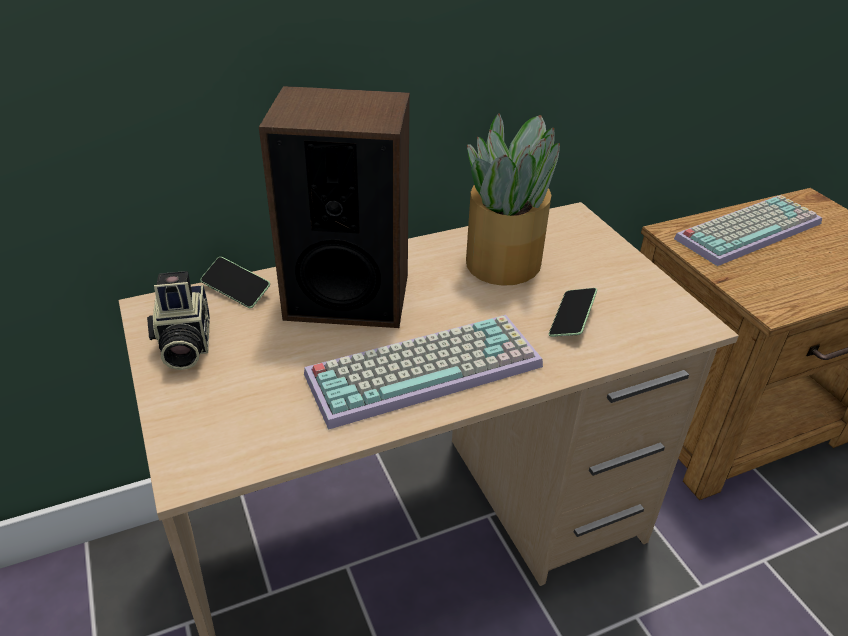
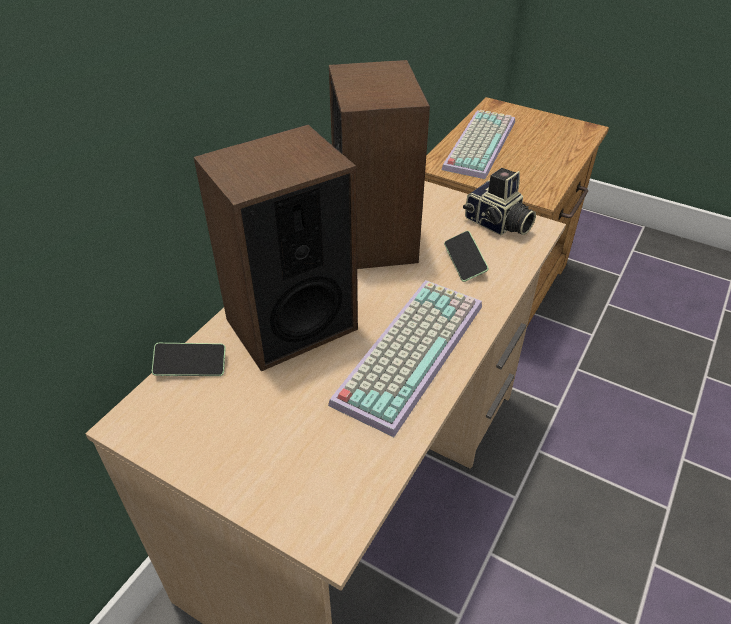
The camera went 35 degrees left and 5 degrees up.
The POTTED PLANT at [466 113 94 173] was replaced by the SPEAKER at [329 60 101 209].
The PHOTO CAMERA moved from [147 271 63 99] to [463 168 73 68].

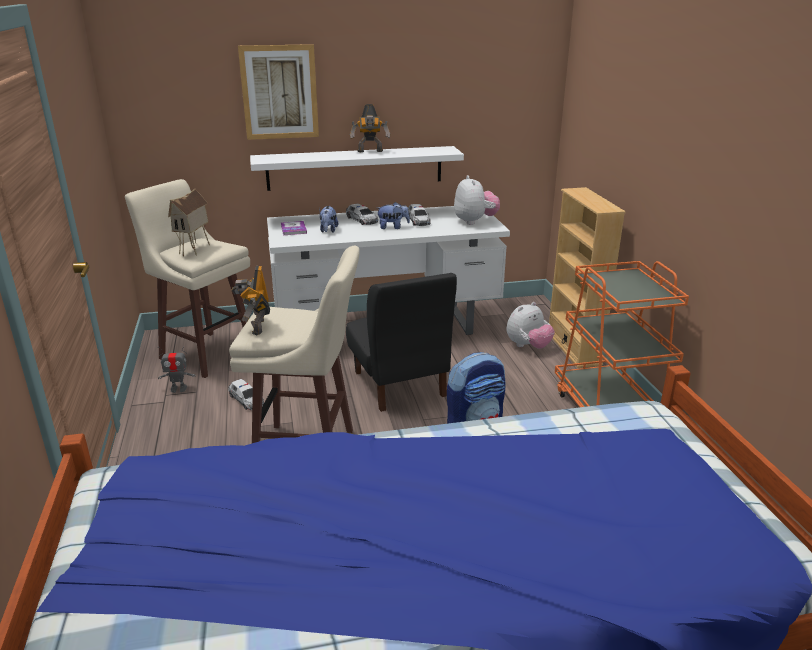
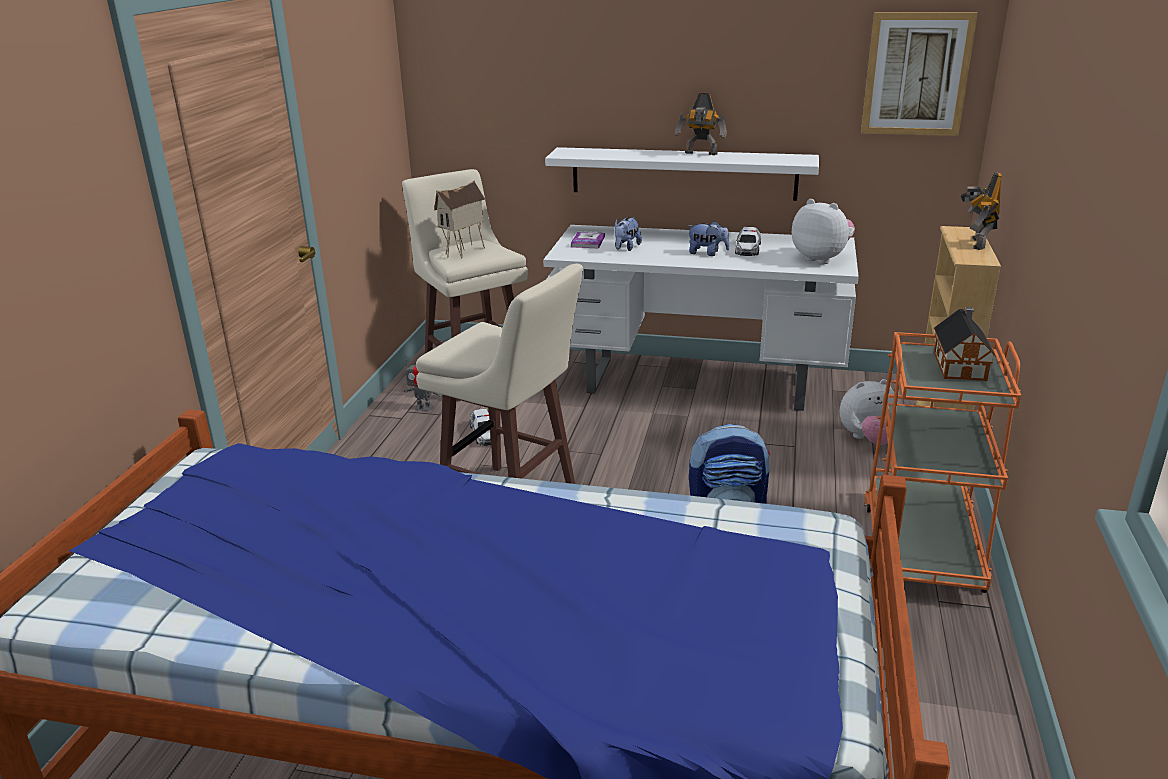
The camera went 25 degrees right and 0 degrees up.
The PLUSH TOY at [454 175 46 50] turned 60 degrees counterclockwise.
The PICTURE moved from [238 44 81 96] to [861 12 117 124].
The TOY HOUSE at [934 307 62 74] appeared.
The TOY ROBOT moved from [232 266 38 69] to [961 172 41 78].
The TOY CAR at [346 204 32 21] disappeared.
The BLACK CHAIR at [346 273 111 139] disappeared.

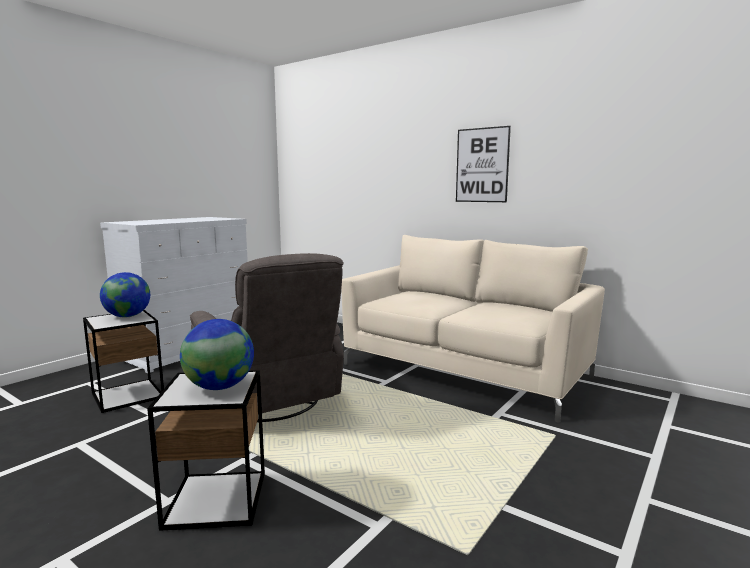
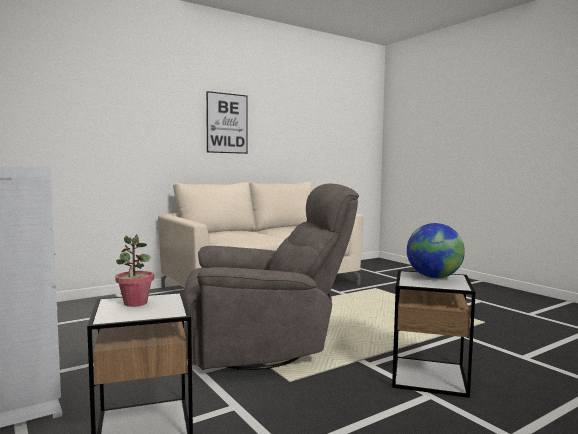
The camera went 70 degrees left and 5 degrees down.
The GLOBE at [100 272 50 46] was replaced by the POTTED PLANT at [115 234 39 73].

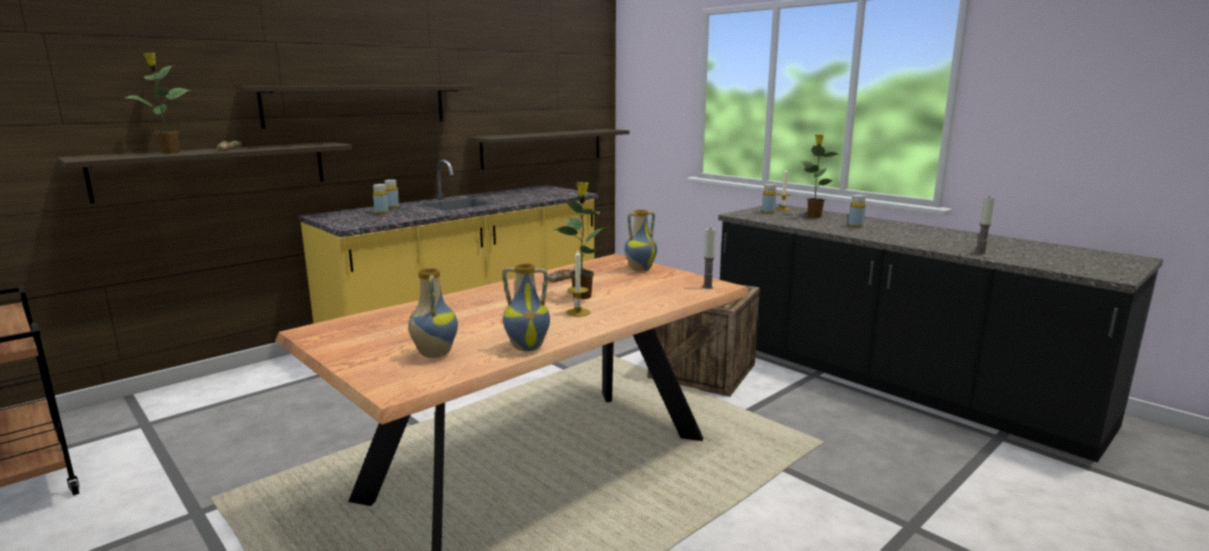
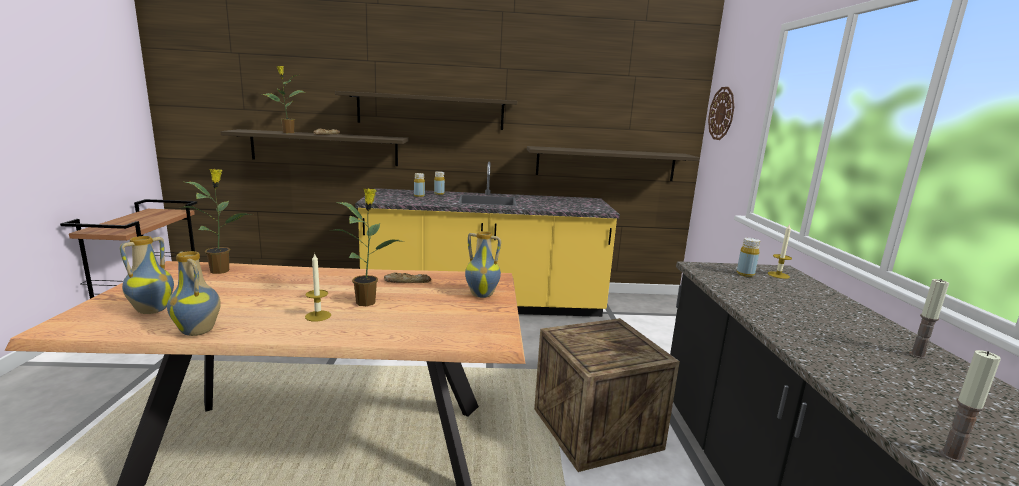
The camera went 40 degrees right and 0 degrees up.
The POTTED PLANT moved from [801 134 38 84] to [179 169 74 105].
The WALL CLOCK at [708 87 26 53] appeared.
The CANDLE moved from [703 228 12 61] to [909 279 40 80].
The YELLOW BOTTLE at [848 195 18 33] disappeared.

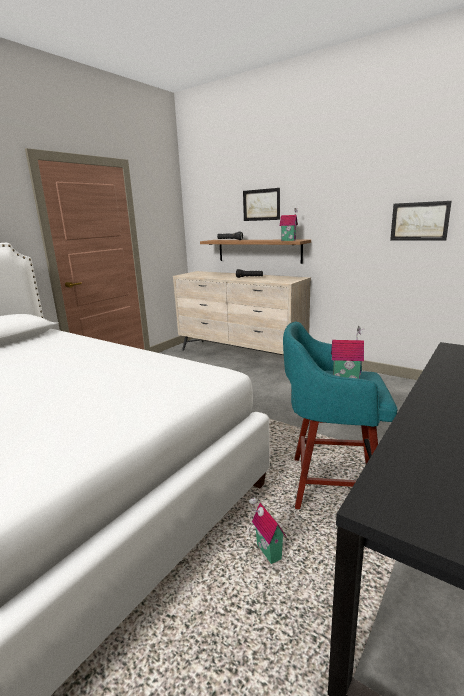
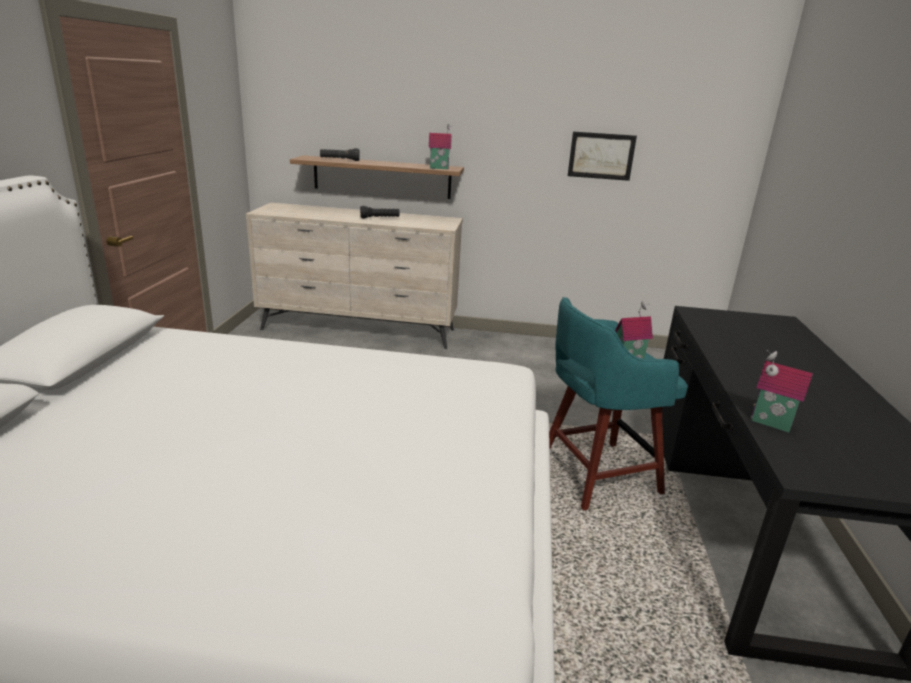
The camera went 30 degrees left and 5 degrees up.
The TOY HOUSE moved from [249 495 37 69] to [751 350 62 82].
The PICTURE at [243 188 37 33] disappeared.

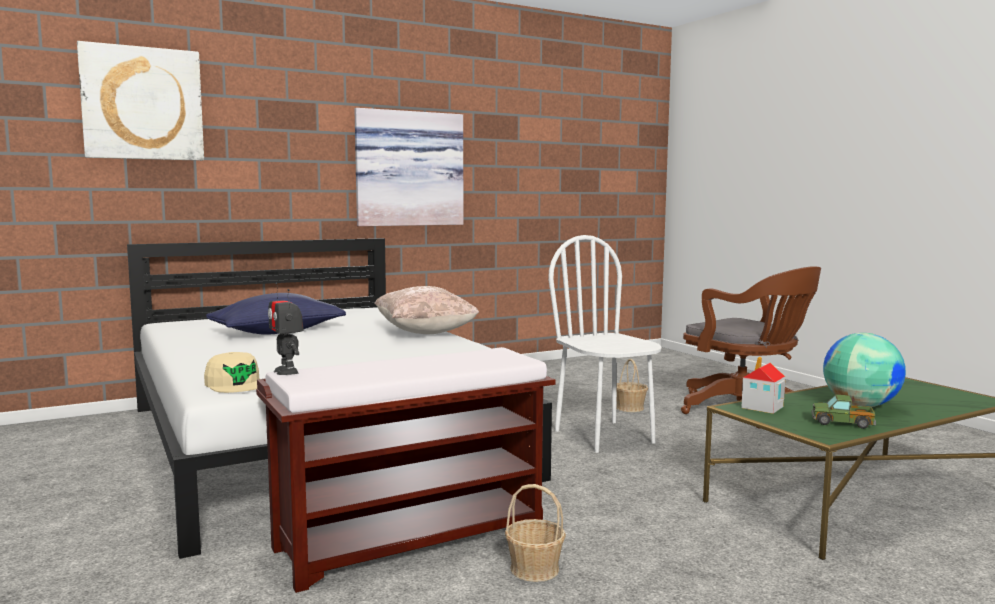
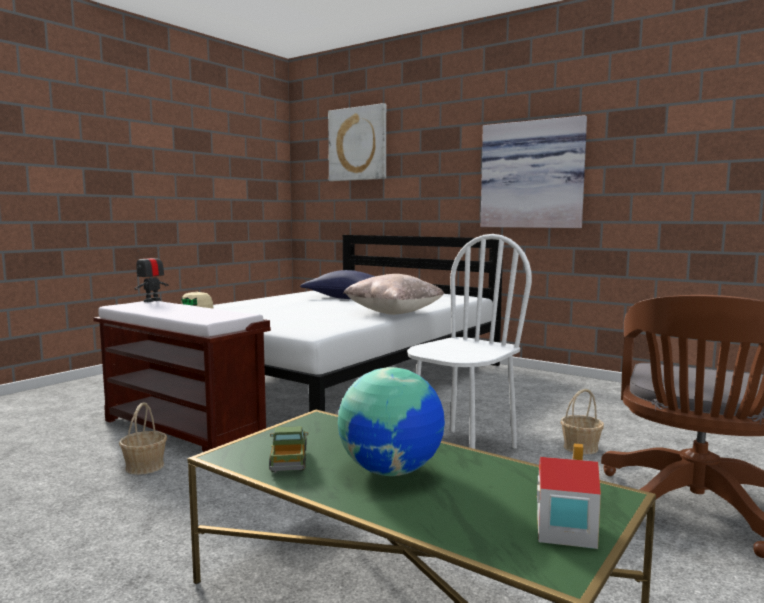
The camera went 65 degrees right and 0 degrees up.
The TOY HOUSE moved from [741 357 44 57] to [537 444 64 105].

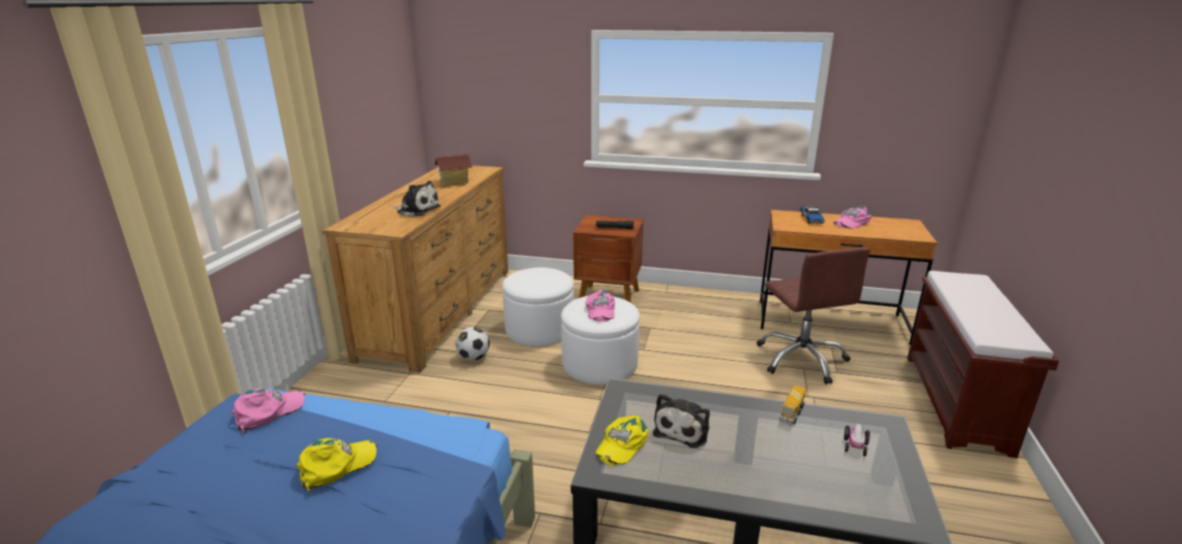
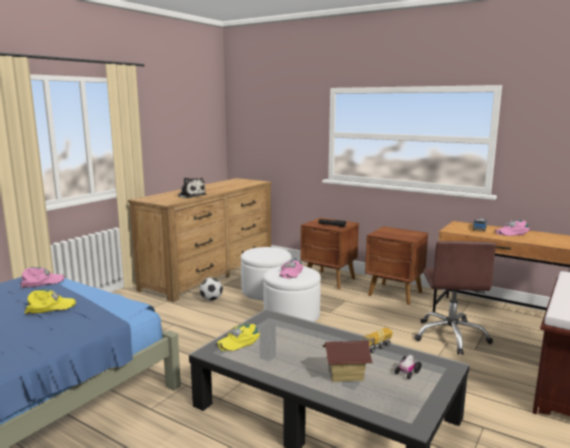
The camera went 20 degrees right and 10 degrees down.
The TOY HOUSE moved from [434 154 38 32] to [322 341 51 41].
The BROWN NIGHTSTAND at [365 226 63 79] appeared.
The PLUSH TOY at [653 394 57 54] disappeared.

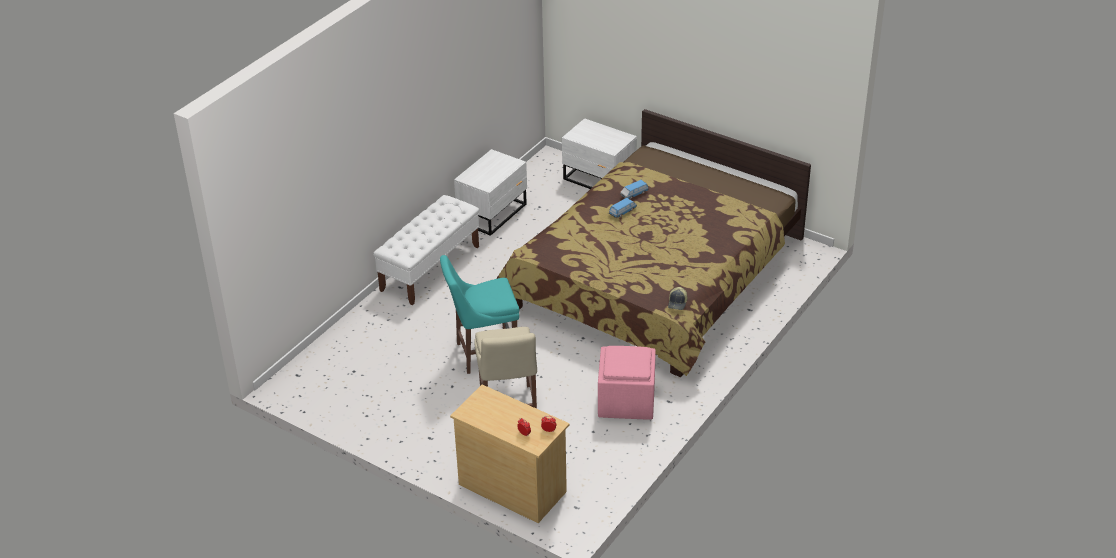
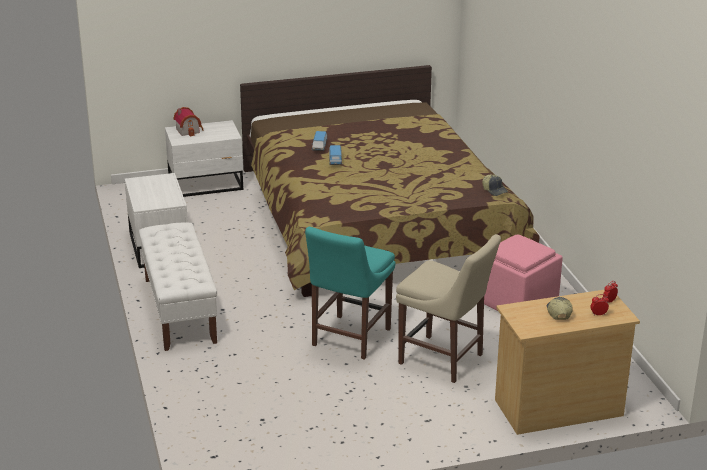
The camera went 50 degrees left and 10 degrees down.
The TOY HOUSE at [173 107 31 30] appeared.
The CAP at [547 297 26 23] appeared.

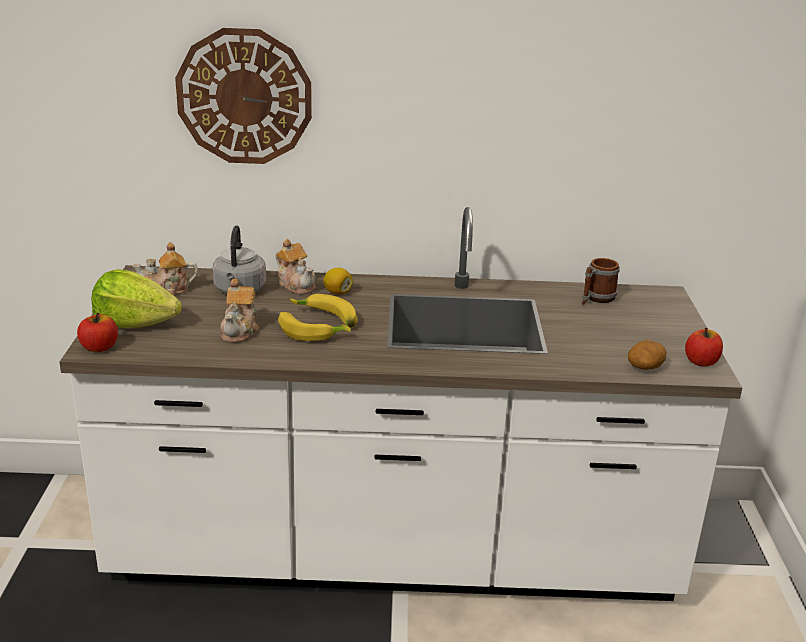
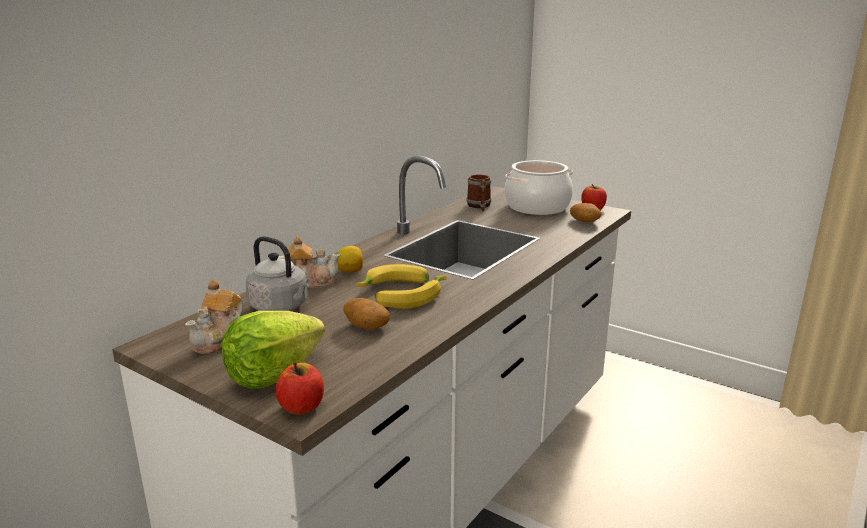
The camera went 55 degrees left and 5 degrees down.
The TEAPOT at [220 279 39 64] was replaced by the POTATO at [344 298 46 32].
The COOKING POT at [505 160 68 55] appeared.
The WALL CLOCK at [175 28 137 136] disappeared.

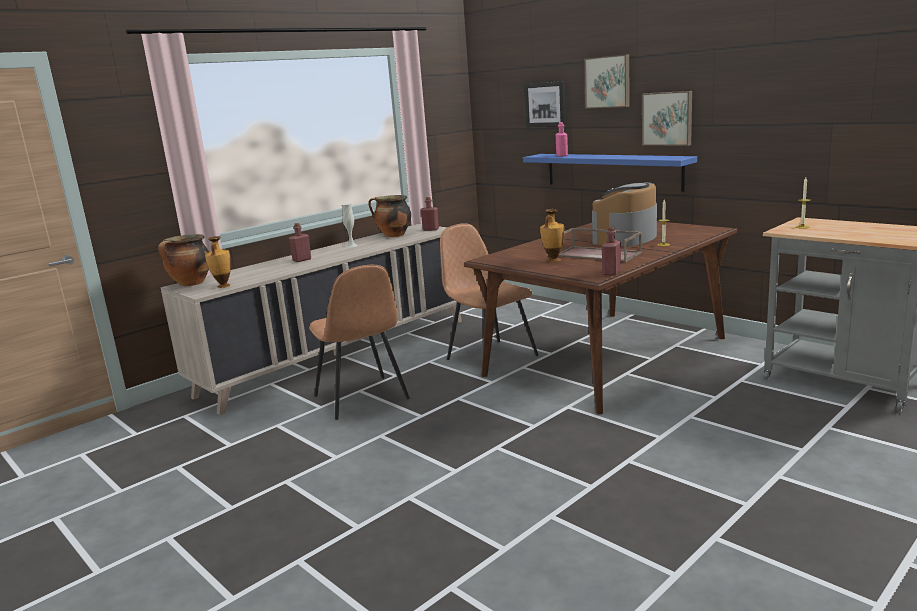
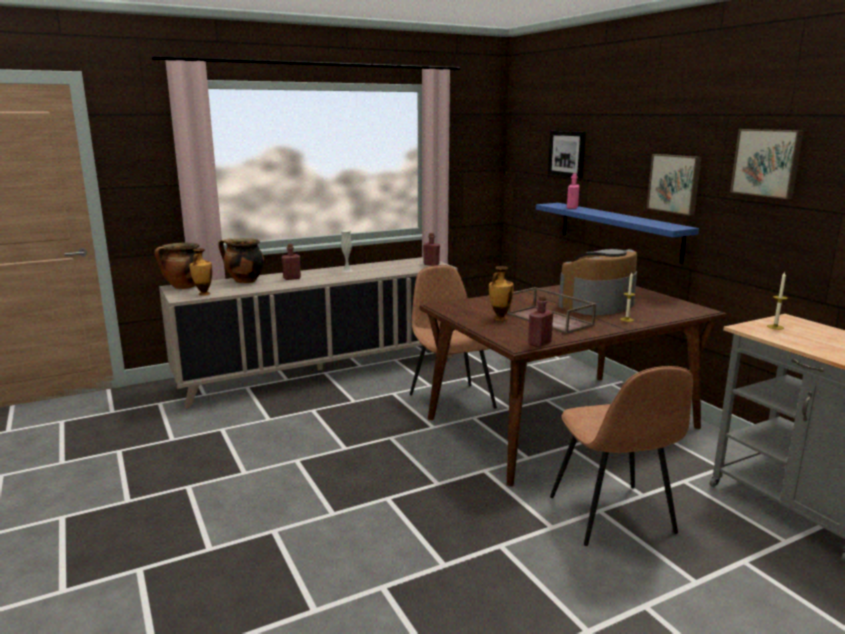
The camera went 15 degrees right and 0 degrees up.
The COOKING POT moved from [368 195 43 42] to [218 238 46 45].
The BROWN CHAIR moved from [309 265 101 155] to [550 366 143 180].
The PICTURE moved from [584 54 46 55] to [730 129 74 70].

